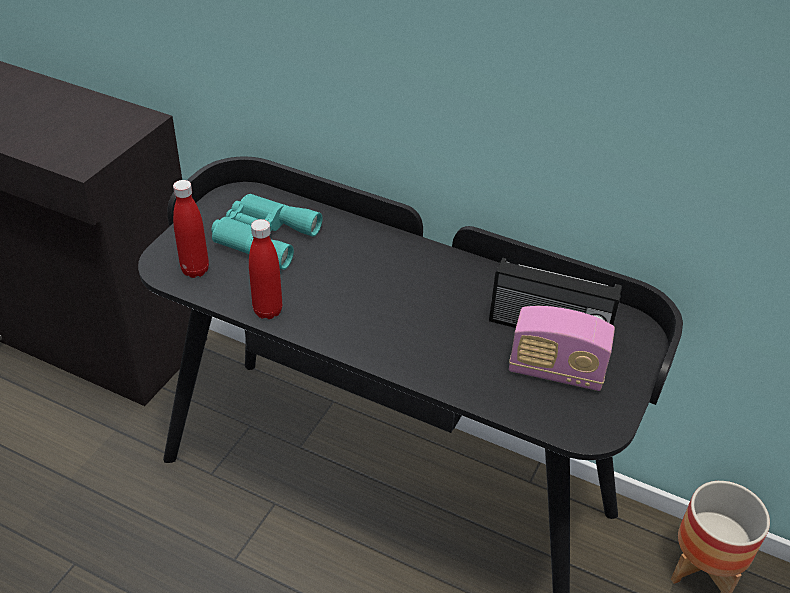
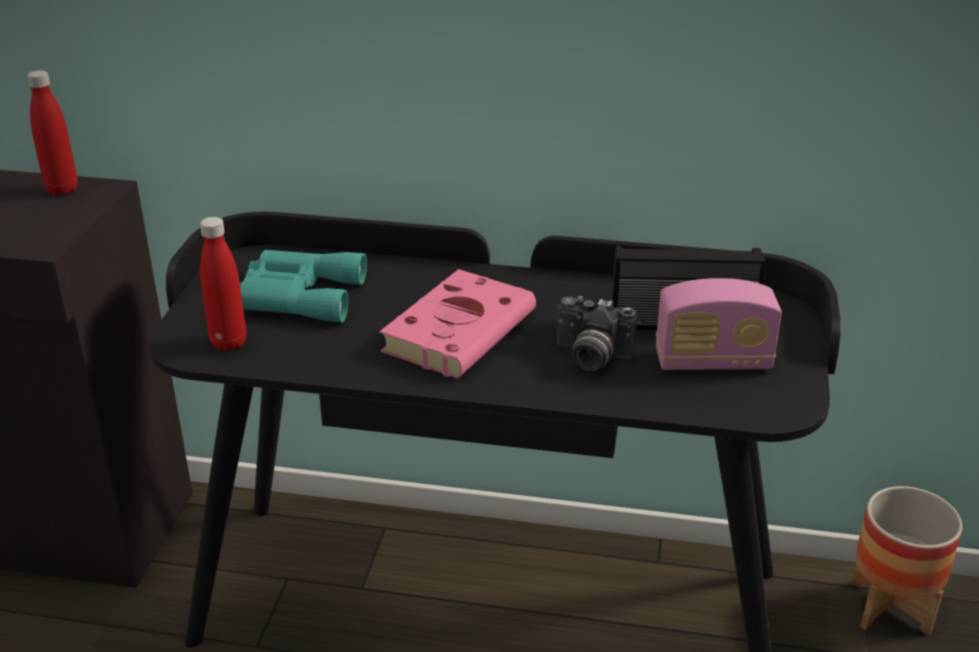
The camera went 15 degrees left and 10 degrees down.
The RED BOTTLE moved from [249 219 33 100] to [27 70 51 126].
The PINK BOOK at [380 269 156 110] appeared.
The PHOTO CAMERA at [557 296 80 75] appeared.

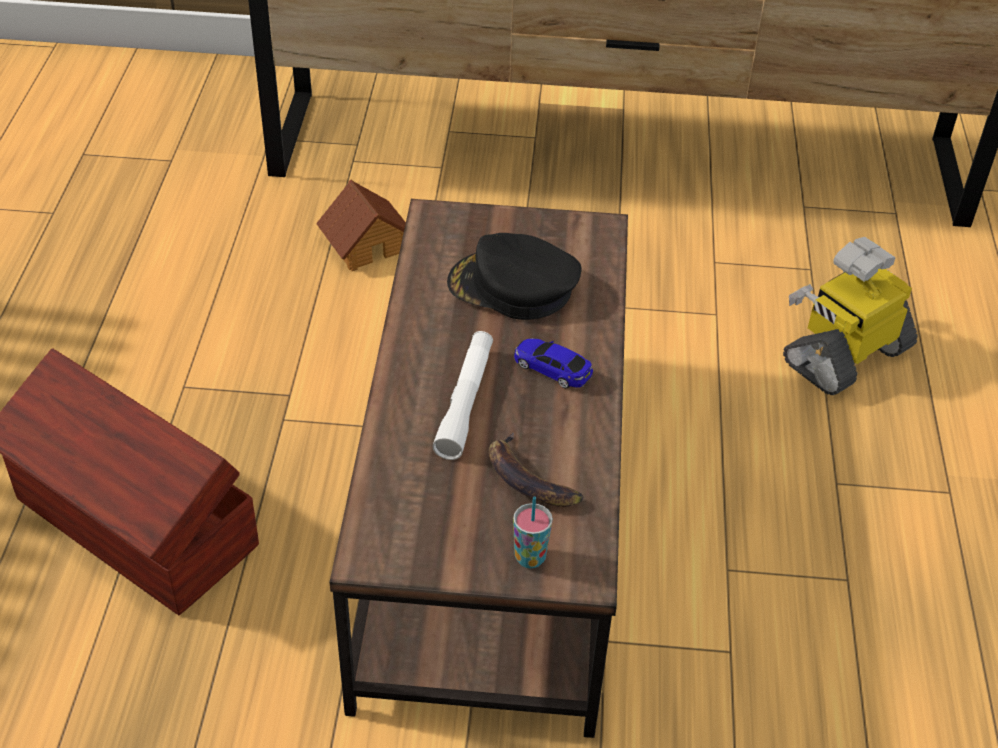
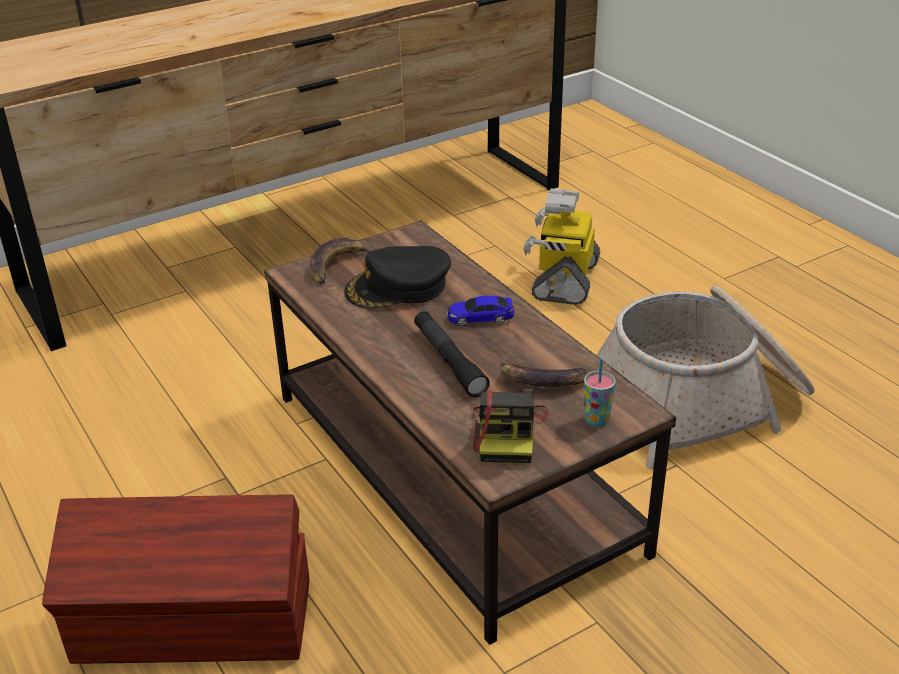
The camera went 35 degrees left and 10 degrees down.
The BANANA at [310 237 61 47] appeared.
The WHITE FLASHLIGHT at [432 331 61 129] became the BLACK FLASHLIGHT at [414 311 76 86].
The PHOTO CAMERA at [473 388 76 75] appeared.
The BASKET at [597 286 218 183] appeared.
The TOY HOUSE at [316 179 90 92] disappeared.

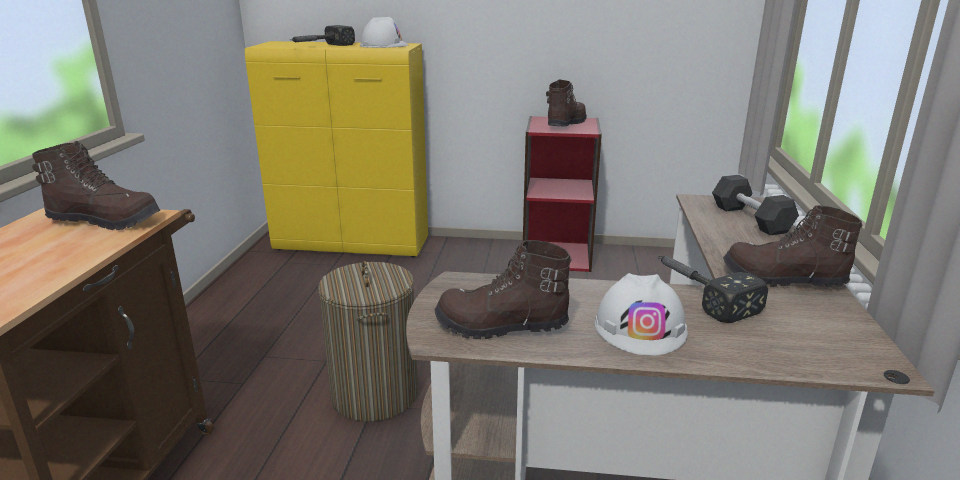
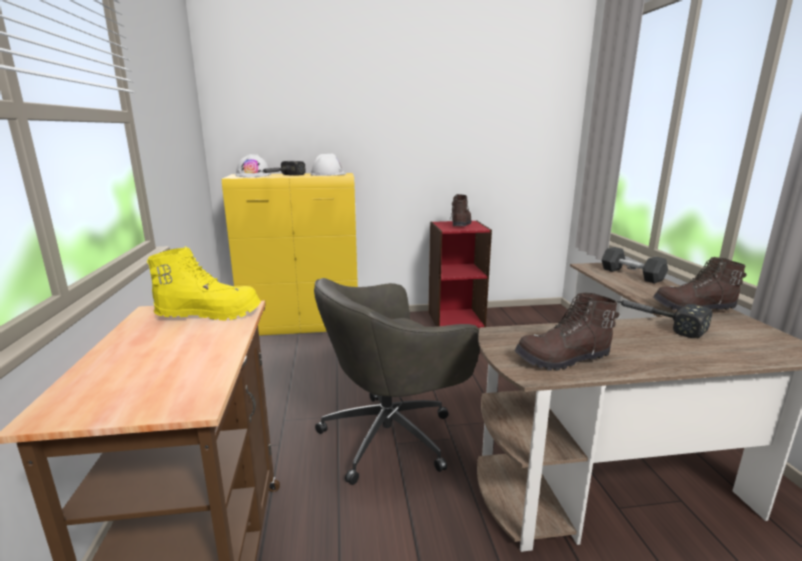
The camera went 15 degrees left and 5 degrees down.
The BROWN BOOT at [32 141 128 89] became the YELLOW BOOT at [147 246 114 75].
The WHITE HARD HAT moved from [595 273 93 82] to [235 154 36 23].
The LAUNDRY BASKET at [318 261 100 161] was replaced by the GREY OFFICE CHAIR at [314 278 166 207].

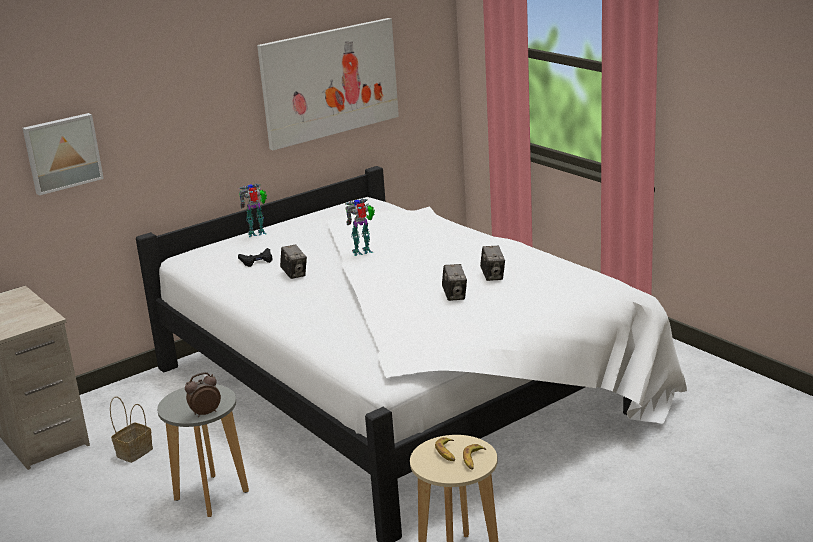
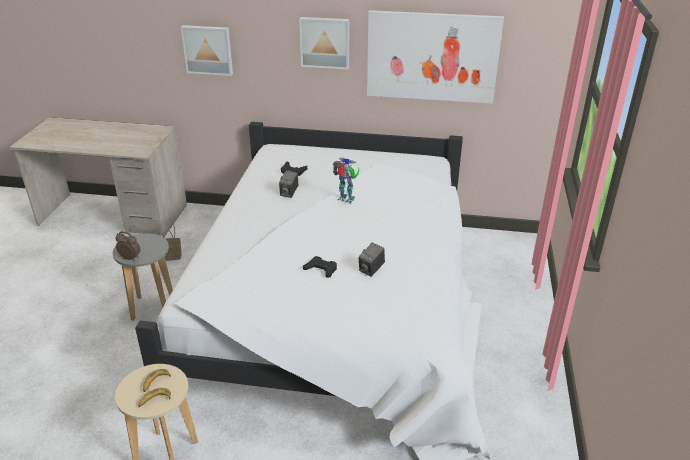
The camera went 45 degrees right and 10 degrees up.
The PICTURE at [299 17 50 52] appeared.
The PHOTO CAMERA at [442 264 25 37] was replaced by the BLACK GAME CONTROLLER at [303 256 34 22].
The TOY ROBOT at [239 183 28 54] disappeared.

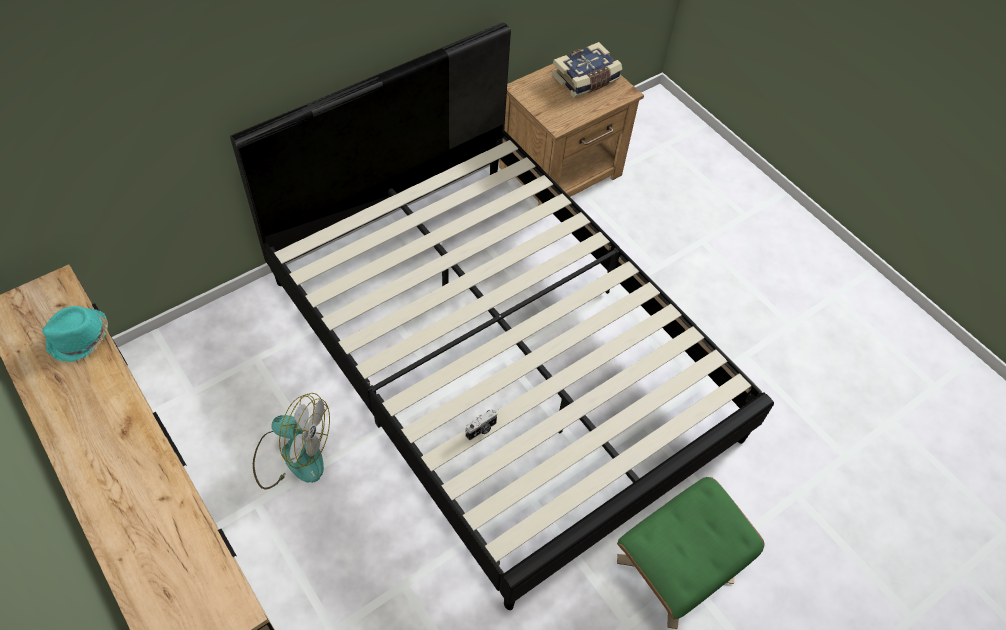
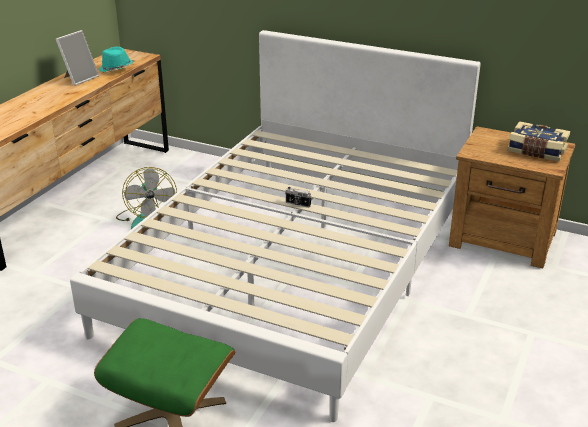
The camera went 65 degrees right and 25 degrees down.
The PICTURE FRAME at [56 30 43 56] appeared.
The BLACK BED at [230 22 544 588] became the WHITE BED at [70 30 411 392].
The PHOTO CAMERA moved from [466 409 31 31] to [285 187 27 21].

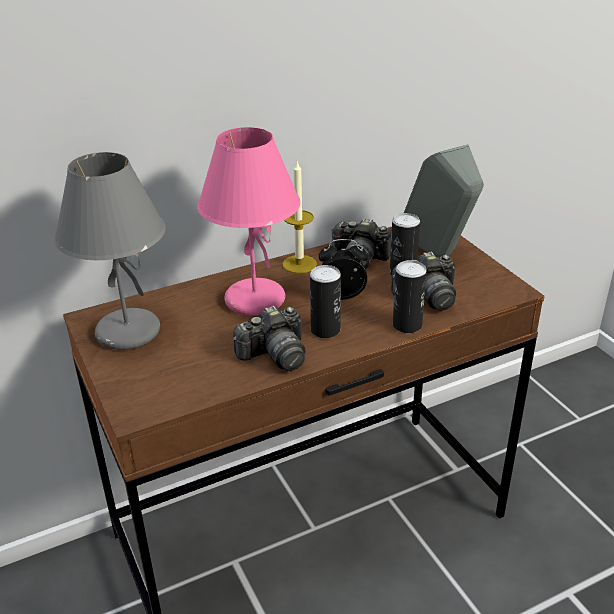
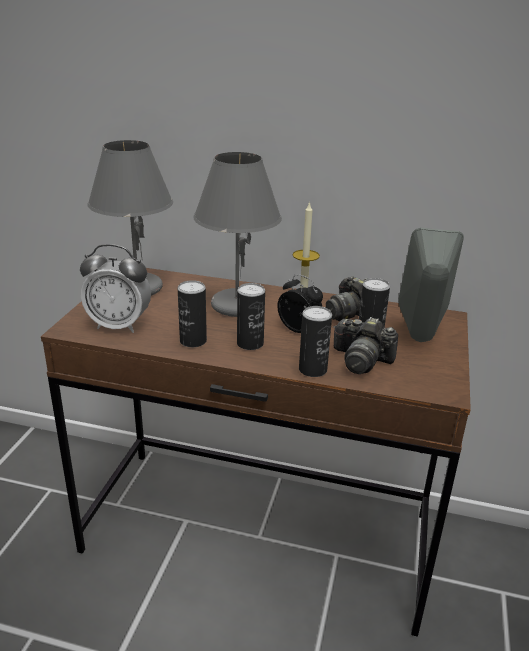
The camera went 40 degrees right and 5 degrees down.
The ALARM CLOCK at [80 244 71 89] appeared.
The PHOTO CAMERA at [233 306 73 65] was replaced by the CAN at [178 280 29 67].
The PINK TABLE LAMP at [197 127 103 189] became the GREY TABLE LAMP at [193 152 89 165].

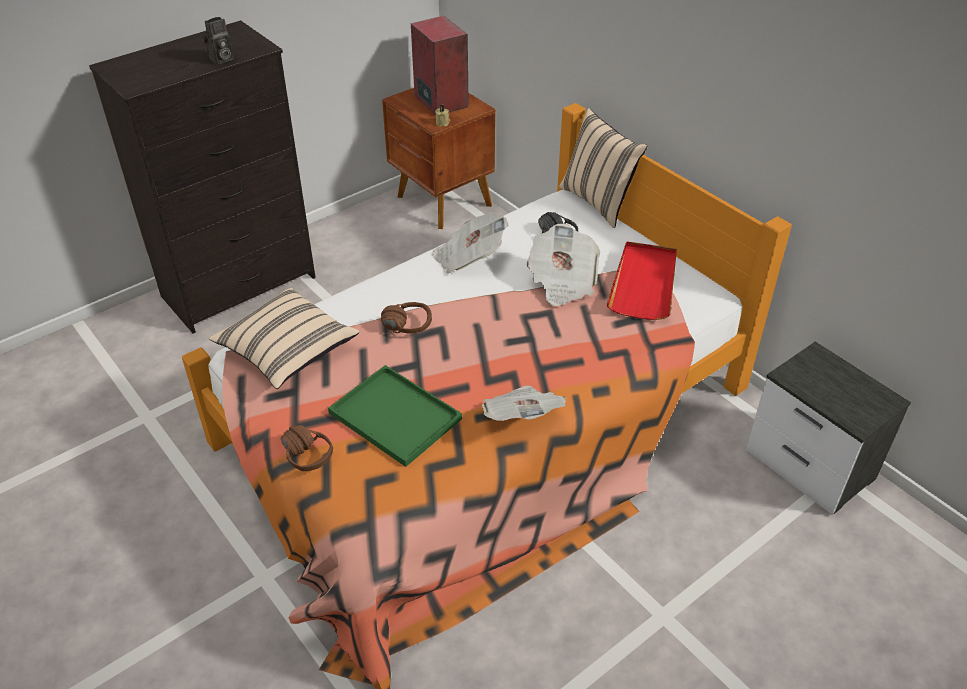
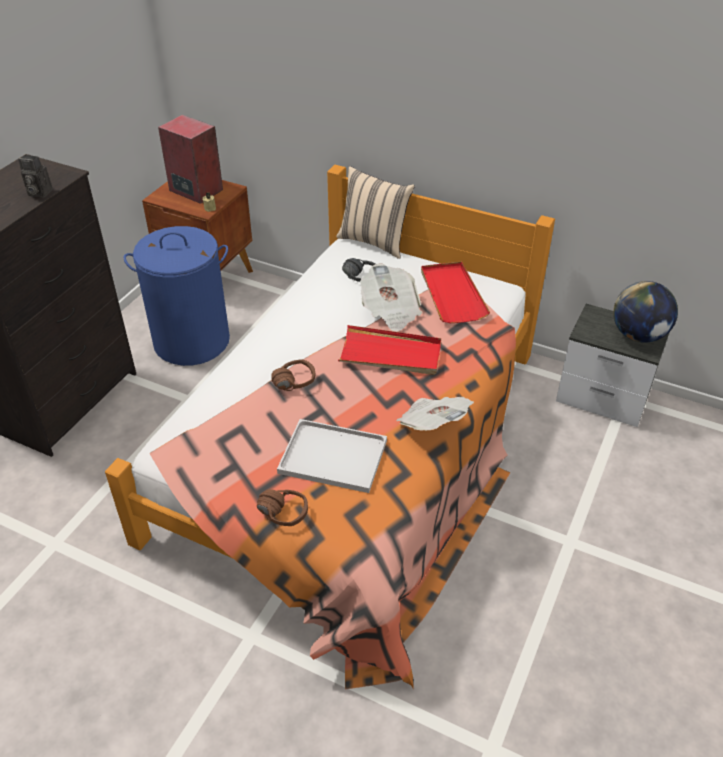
The camera went 25 degrees left and 0 degrees up.
The PHOTO CAMERA at [202 17 32 48] turned 75 degrees clockwise.
The BLUE LAUNDRY BASKET at [124 226 106 140] appeared.
The GREEN TRAY at [328 365 134 102] became the WHITE TRAY at [277 419 110 74].
The RED TRAY at [338 325 103 50] appeared.
The GLOBE at [613 281 65 62] appeared.
The BEIGE PILLOW at [209 288 150 101] disappeared.
The NEWSPAPER at [432 212 76 62] disappeared.

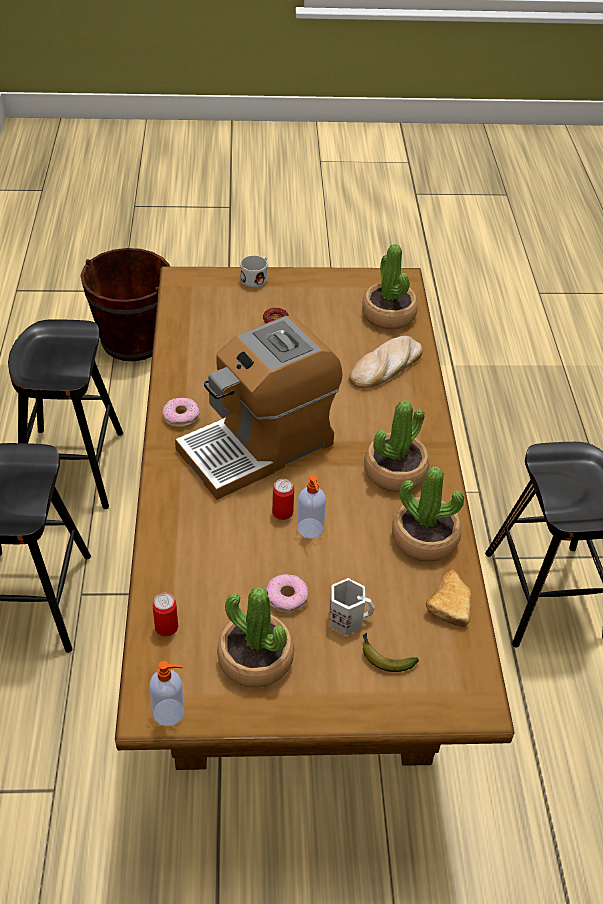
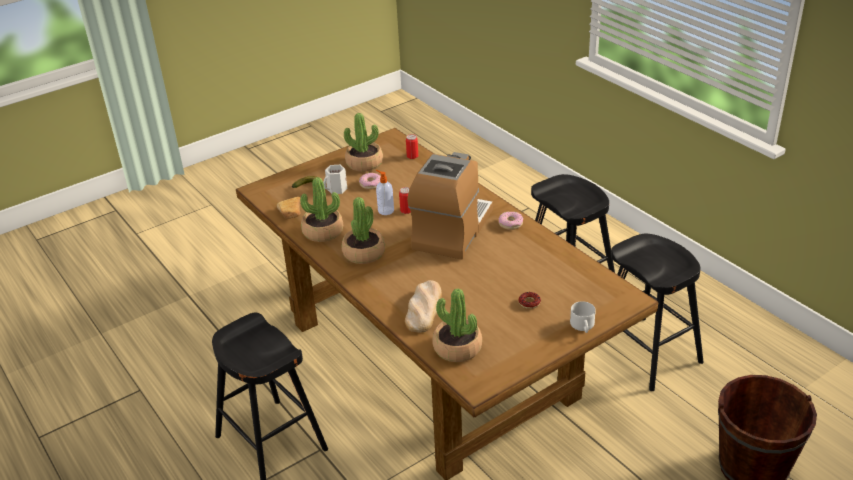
The camera went 150 degrees right and 10 degrees down.
The SOAP DISPENSER at [149 661 35 65] disappeared.

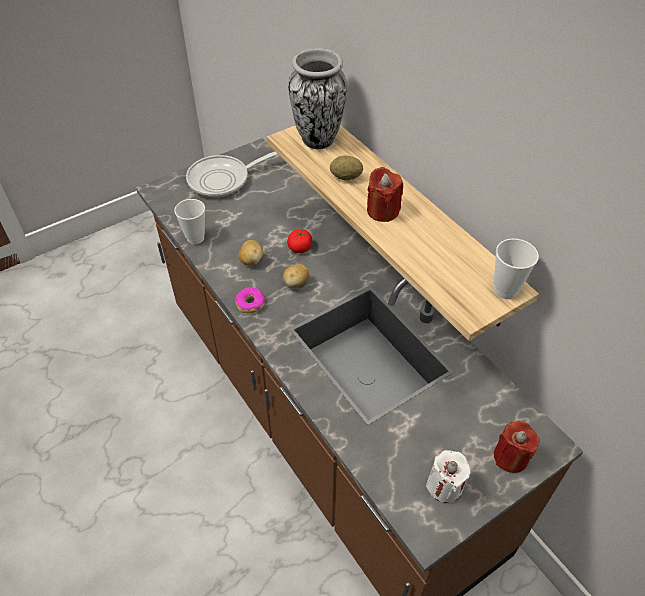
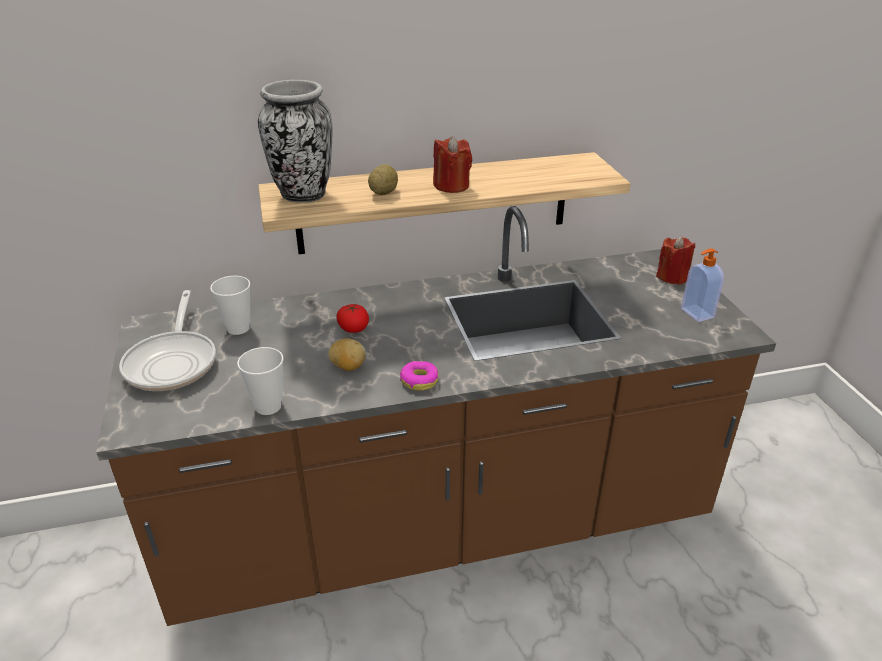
The camera went 70 degrees left and 15 degrees down.
The CUP moved from [494 239 45 60] to [210 276 40 59].
The WHITE CANDLE at [426 450 45 53] was replaced by the SOAP DISPENSER at [681 248 43 74].
The POTATO at [283 264 26 24] disappeared.

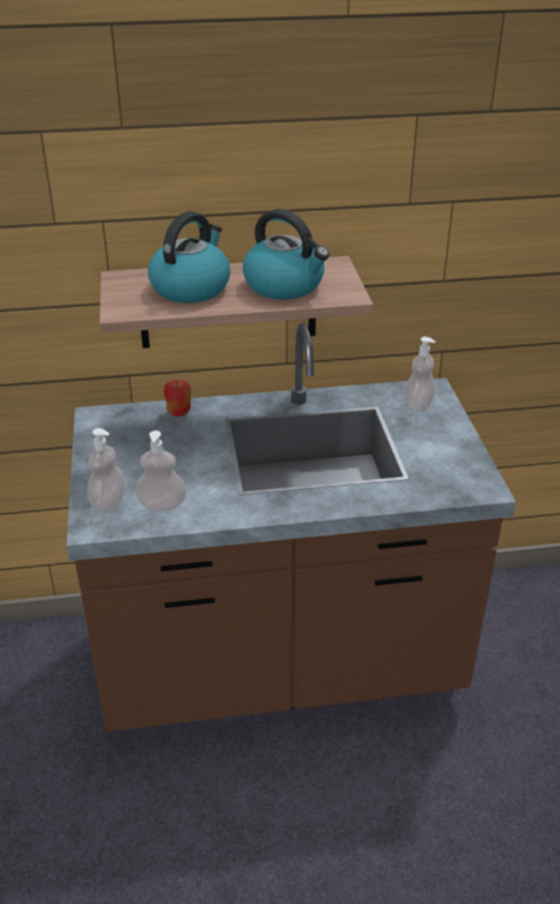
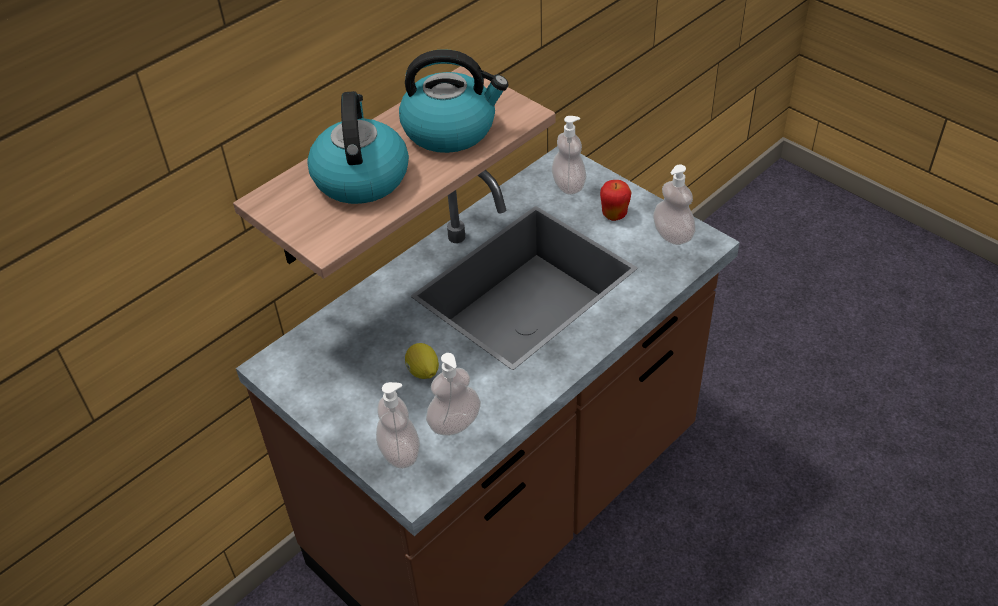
The camera went 35 degrees left and 10 degrees up.
The LEMON at [405 343 34 36] appeared.
The APPLE moved from [163 380 28 37] to [600 180 31 41].
The SOAP DISPENSER at [653 164 43 81] appeared.

